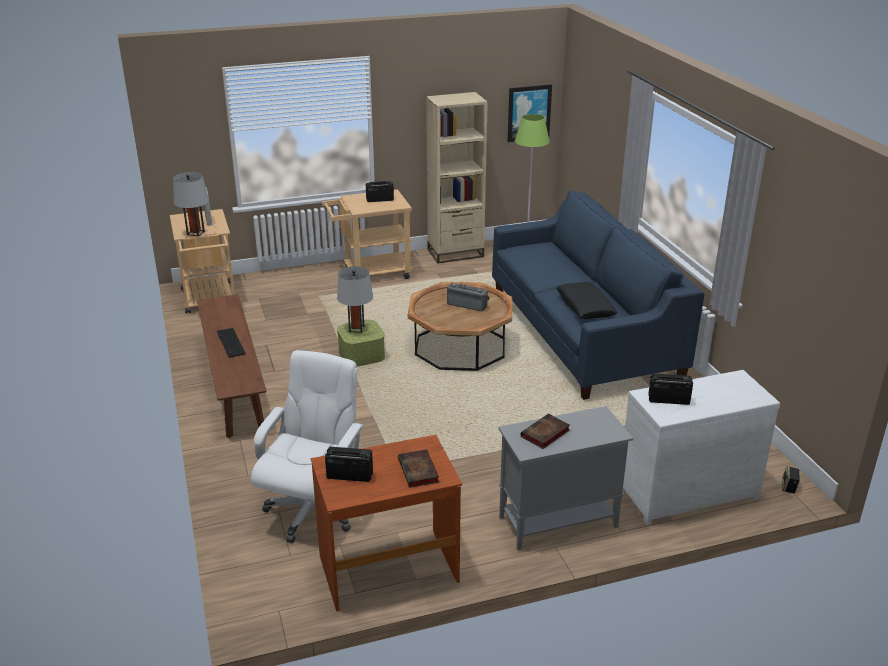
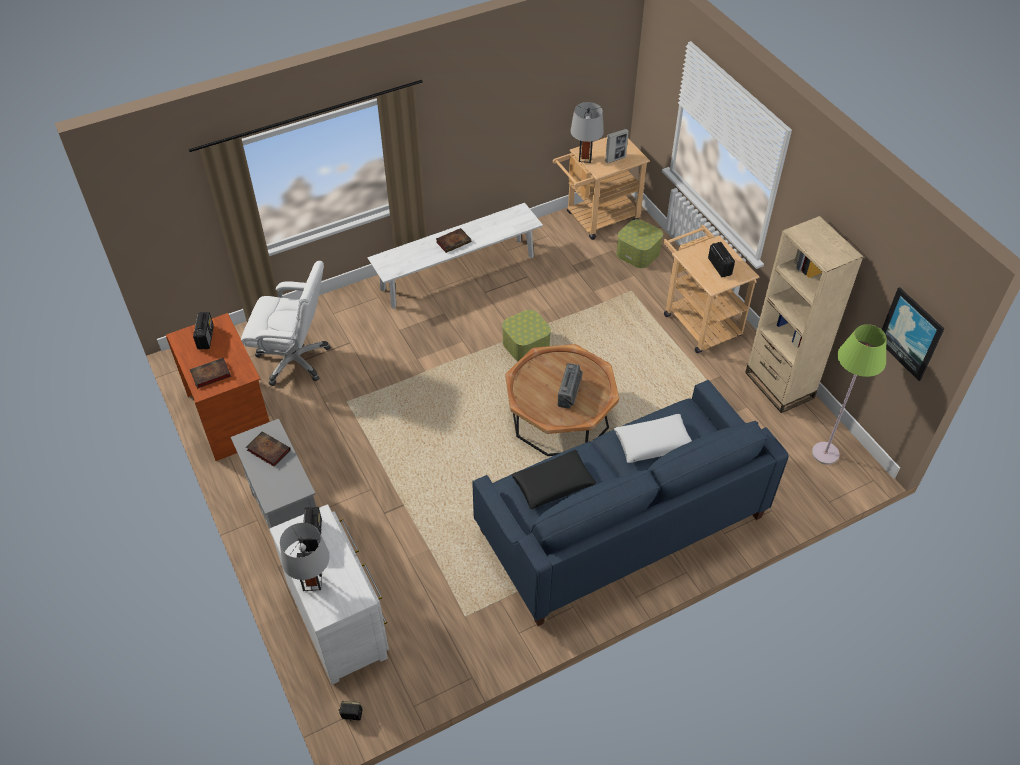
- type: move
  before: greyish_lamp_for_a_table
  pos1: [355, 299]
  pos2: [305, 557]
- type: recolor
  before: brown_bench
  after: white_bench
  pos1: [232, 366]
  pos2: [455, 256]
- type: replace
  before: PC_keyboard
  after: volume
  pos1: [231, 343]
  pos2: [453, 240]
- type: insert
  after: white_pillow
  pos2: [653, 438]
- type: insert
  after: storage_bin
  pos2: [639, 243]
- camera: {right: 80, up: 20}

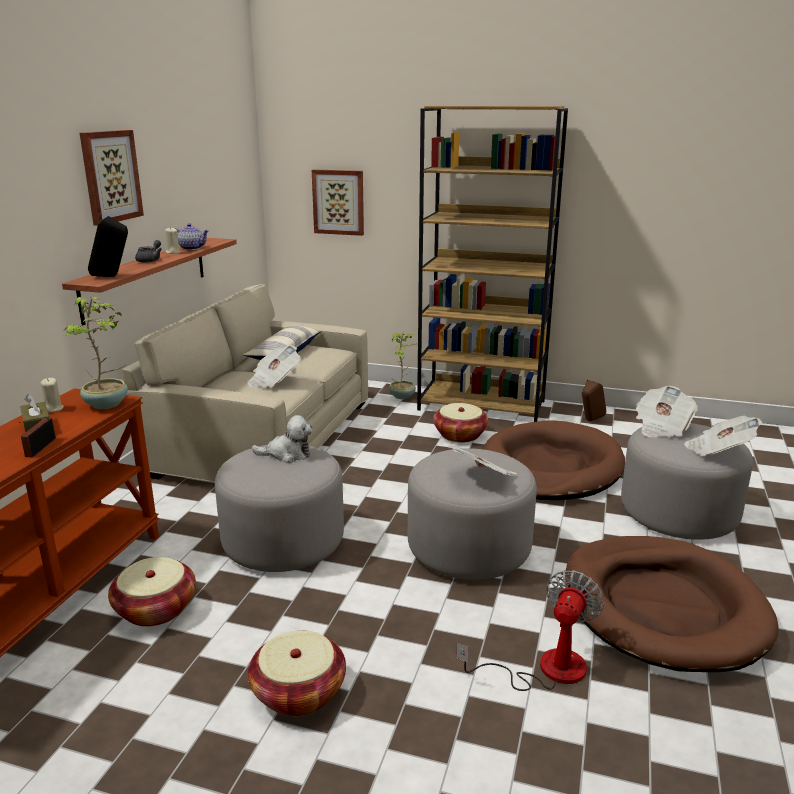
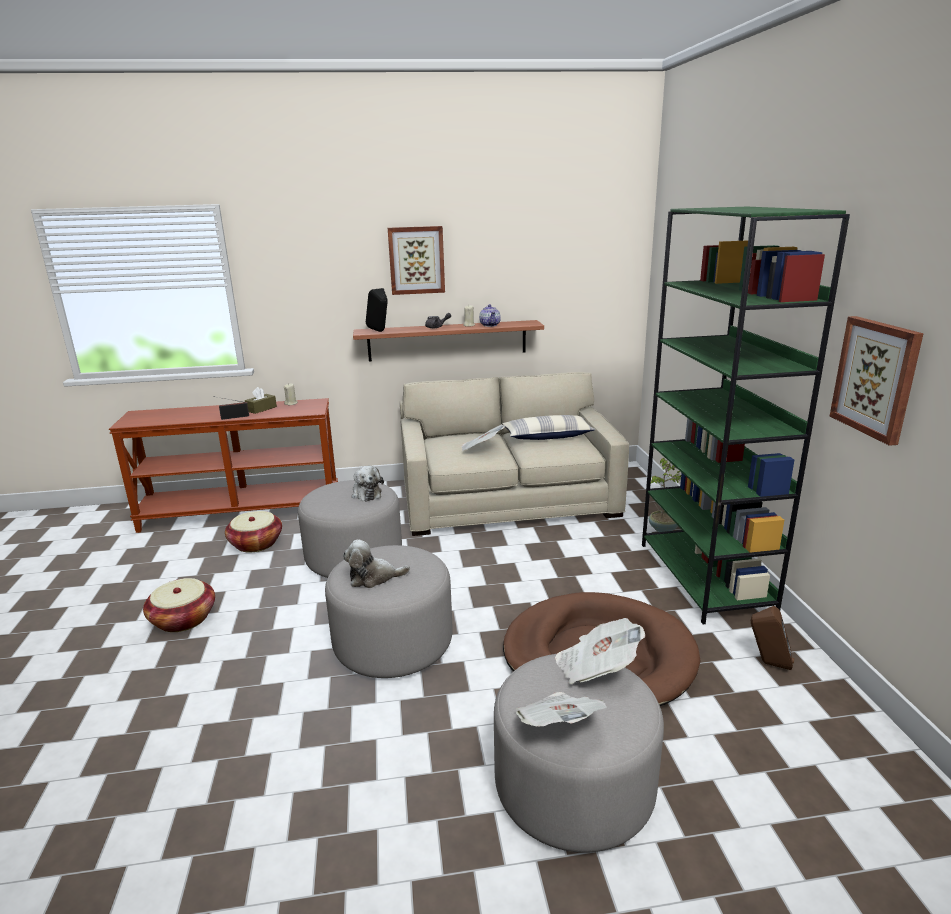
- type: replace
  before: printed_paper
  after: cuddly_toy
  pos1: [482, 461]
  pos2: [376, 564]
- type: recolor
  before: brown_shelving_unit
  after: green_shelving_unit
  pos1: [492, 264]
  pos2: [746, 415]
- type: move
  before: wall_art
  pos1: [338, 202]
  pos2: [877, 381]
- type: delete
  before: potted_plant
  pos1: [96, 353]
- type: delete
  before: basket
  pos1: [460, 423]
- type: delete
  before: fan
  pos1: [530, 630]
- type: delete
  before: brown_dog_bed
  pos1: [672, 604]
- camera: {right: 65, up: 0}

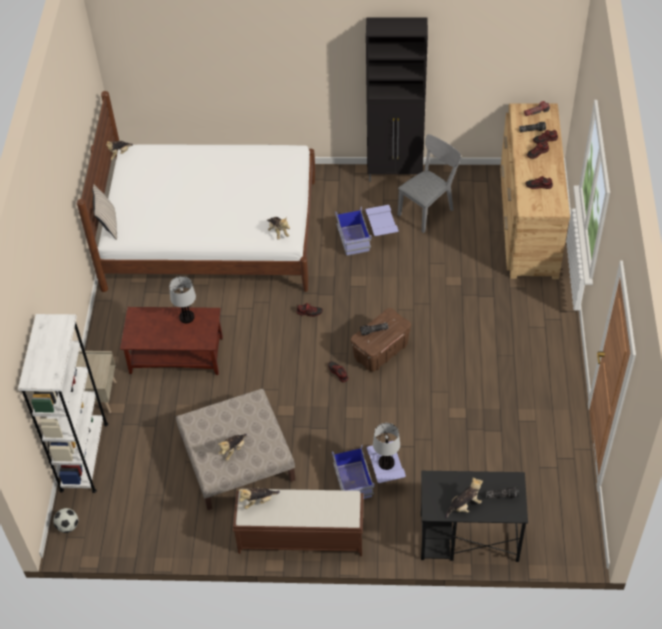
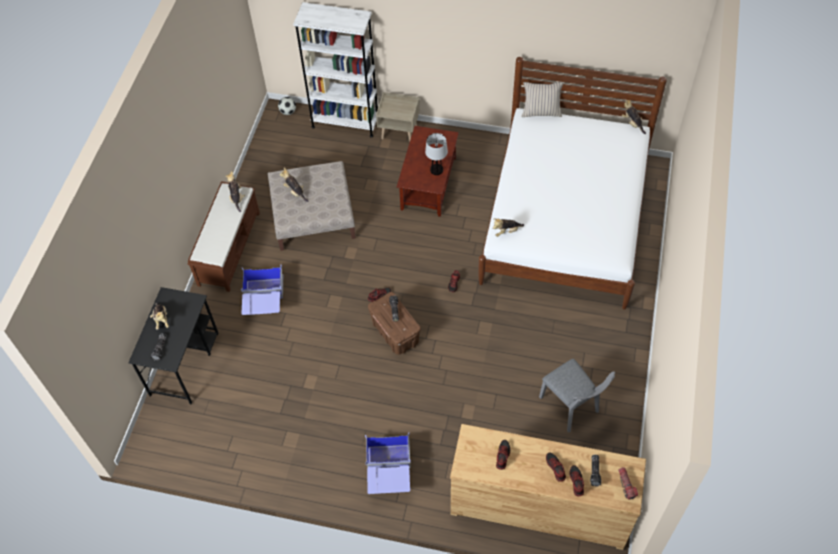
- type: move
  before: blue_storage_bin
  pos1: [367, 230]
  pos2: [388, 463]
- type: delete
  before: black_storage_cabinet
  pos1: [397, 99]
- type: delete
  before: lamp_for_a_table
  pos1: [386, 446]
- camera: {right: 100, up: 5}

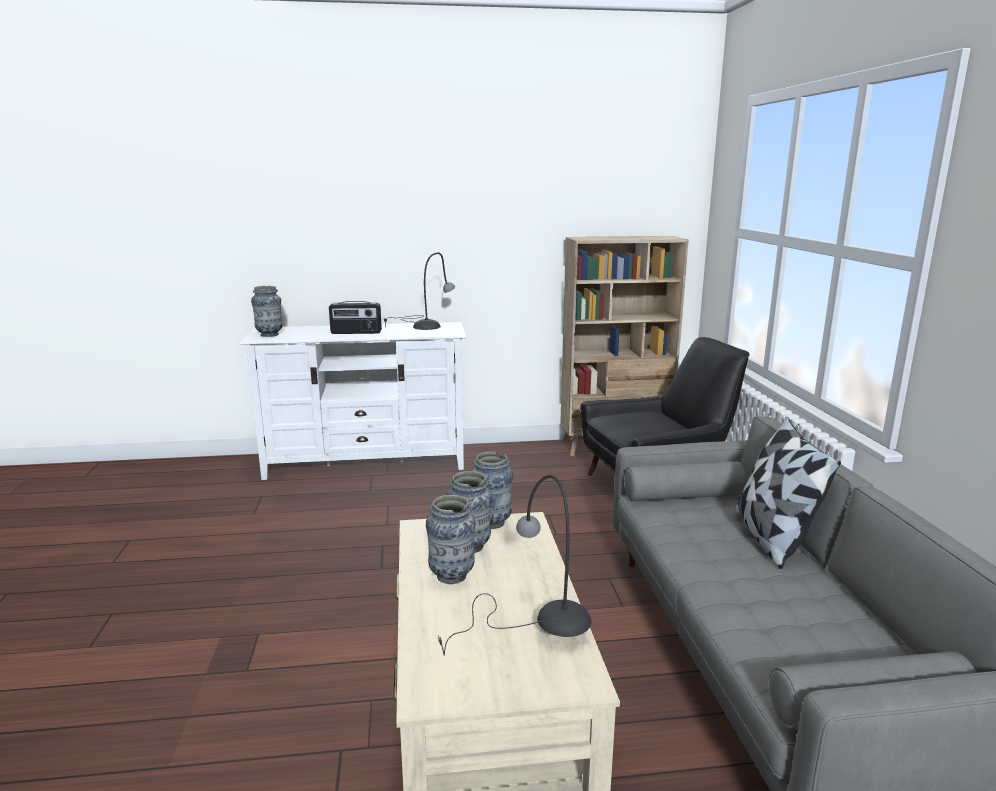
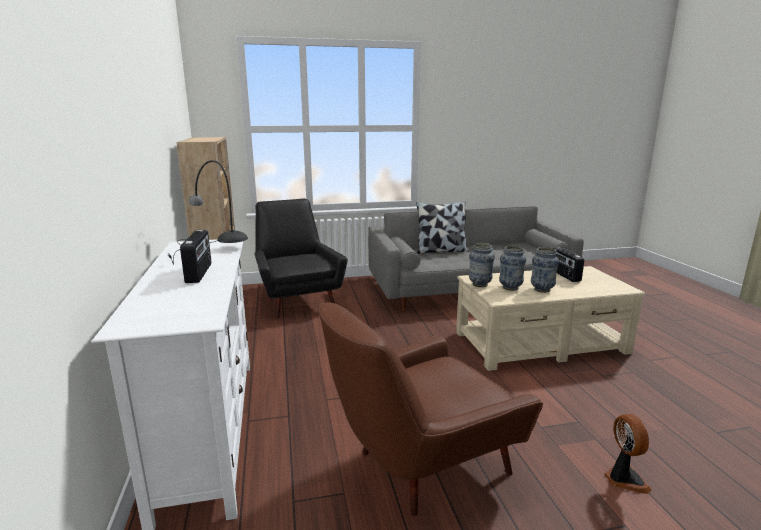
- type: insert
  after: brown_easy_chair
  pos2: [430, 409]
- type: replace
  before: greyish_lamp_for_a_table
  after: radio
  pos1: [515, 565]
  pos2: [568, 264]
- type: insert
  after: fan
  pos2: [628, 454]
- type: delete
  before: vase
  pos1: [267, 311]
- camera: {right: -95, up: 0}

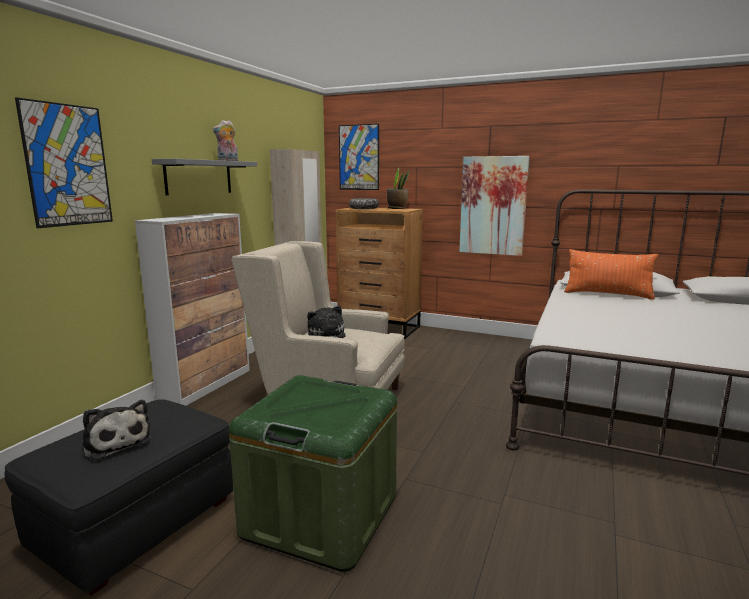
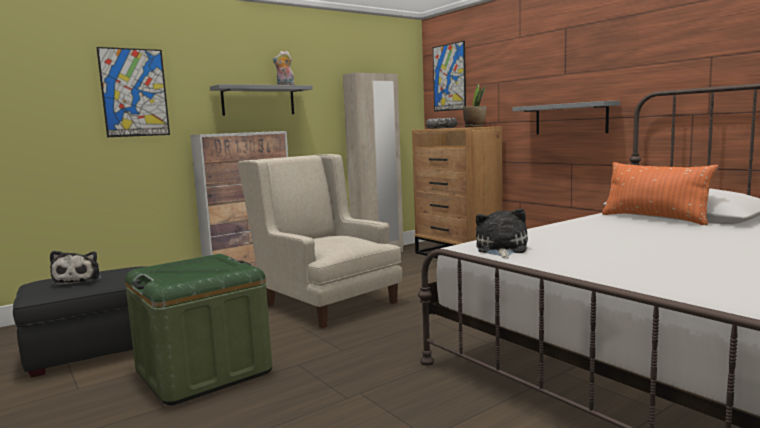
- type: move
  before: cuddly_toy
  pos1: [326, 322]
  pos2: [502, 234]
- type: replace
  before: wall_art
  after: greyish_wall_shelf
  pos1: [494, 206]
  pos2: [566, 117]
- camera: {right: 30, up: -5}

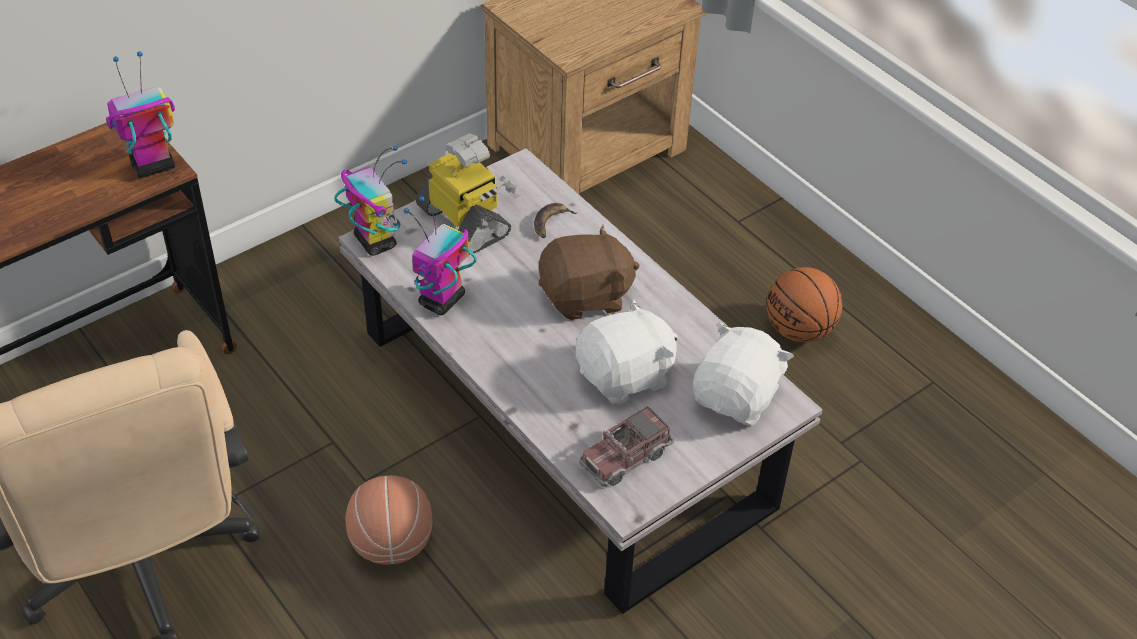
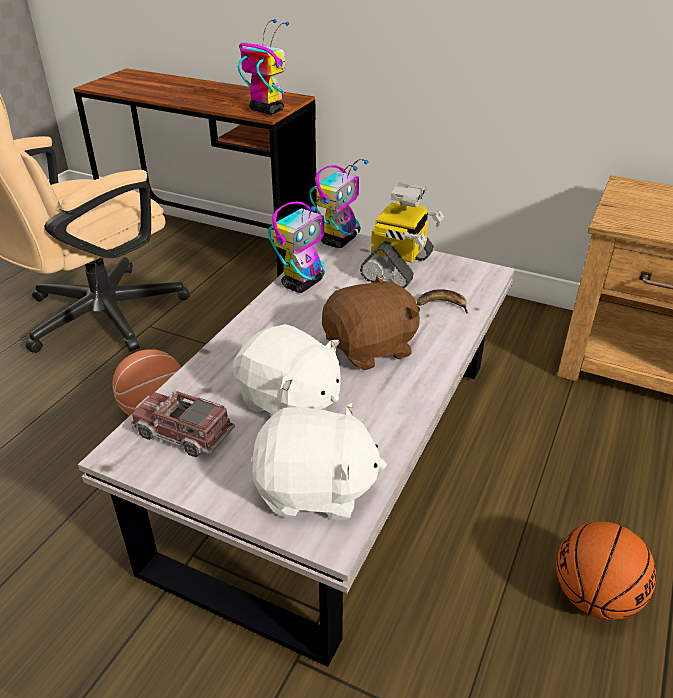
- type: rotate
  before: toy_robot
  pos1: [439, 255]
  pos2: [299, 245]
  turn: 120
- type: rotate
  before: brown_cuddly_toy
  pos1: [589, 272]
  pos2: [371, 323]
  turn: -75
- camera: {right: 65, up: -10}

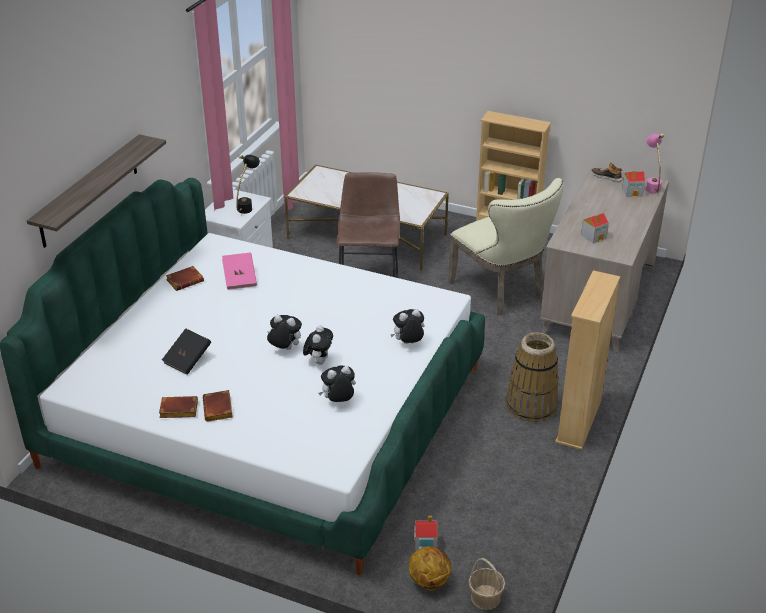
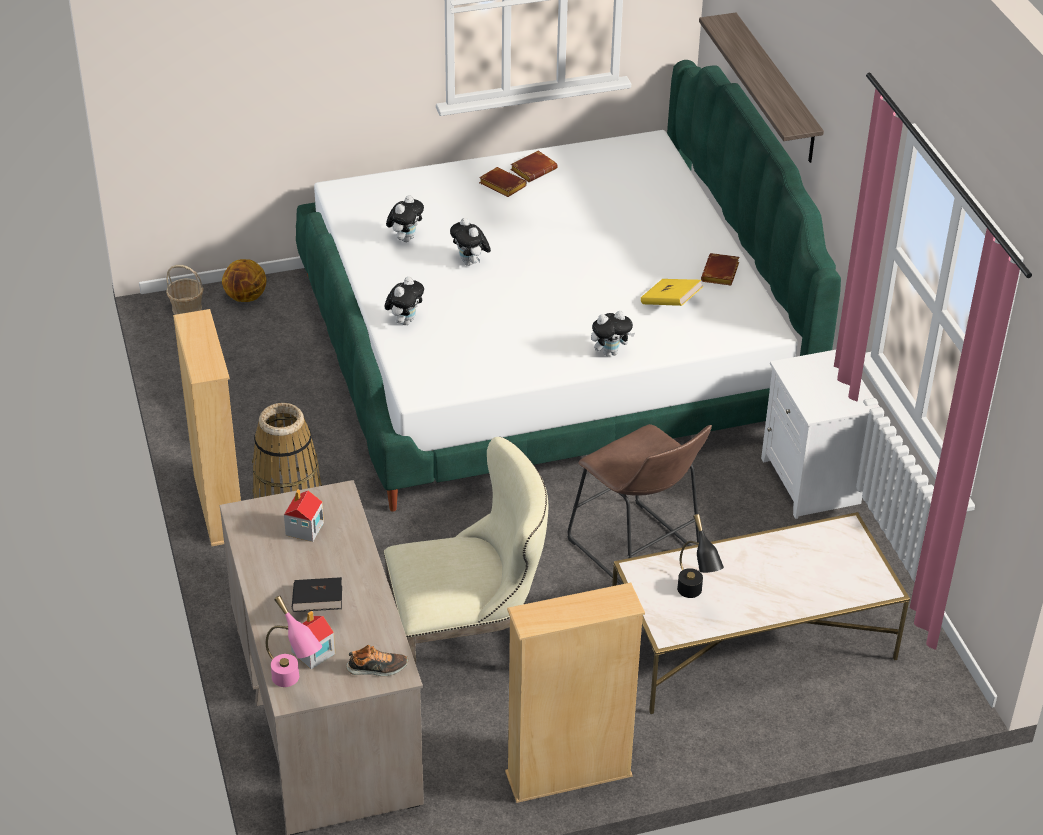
- type: move
  before: black_volume
  pos1: [186, 351]
  pos2: [317, 594]
- type: rotate
  before: beige-coloured_chair
  pos1: [505, 246]
  pos2: [466, 550]
  turn: 150
- type: move
  before: cuddly_toy
  pos1: [284, 332]
  pos2: [613, 333]
- type: recolor
  before: pinkish_volume
  after: yellow_volume
  pos1: [239, 271]
  pos2: [672, 292]
- type: move
  before: black_lamp_for_a_table
  pos1: [248, 184]
  pos2: [700, 556]
- type: delete
  before: model_house
  pos1: [425, 534]
- camera: {right: 140, up: 5}

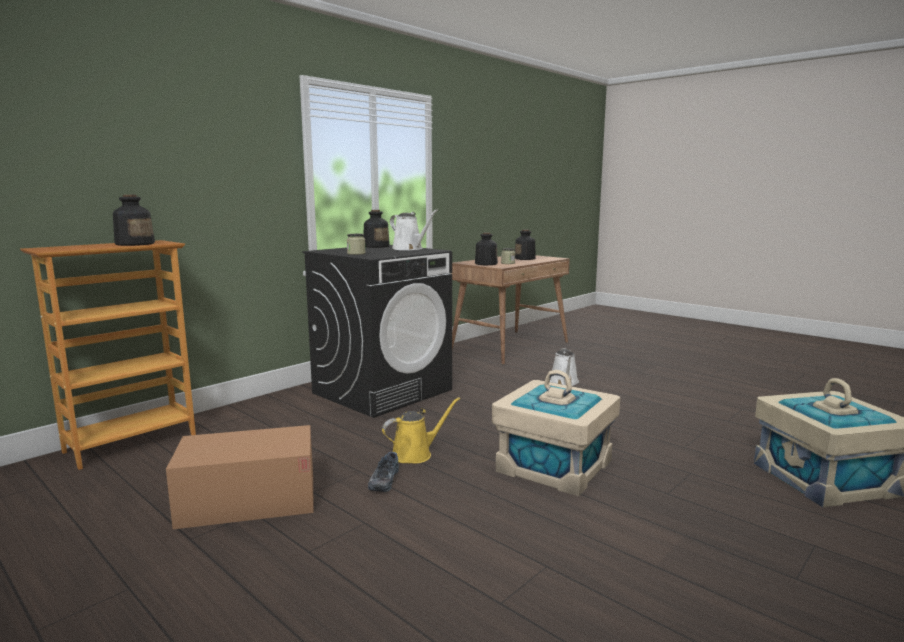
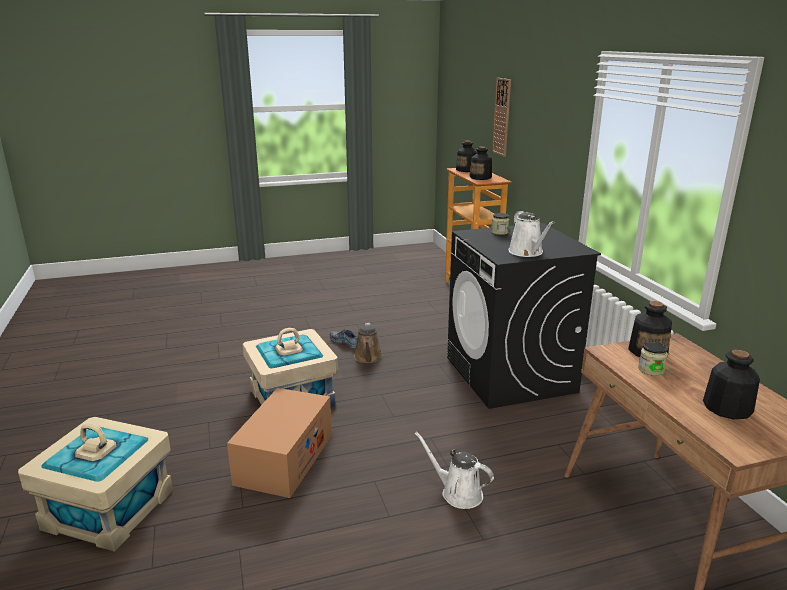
- type: move
  before: carton
  pos1: [240, 477]
  pos2: [279, 443]
- type: recolor
  before: yellow_watering_can
  after: brown_watering_can
  pos1: [421, 430]
  pos2: [368, 343]
- type: move
  before: bottle
  pos1: [377, 229]
  pos2: [466, 156]
- type: insert
  after: clock_on_the_wall
  pos2: [501, 117]
- type: rotate
  before: white_watering_can
  pos1: [414, 229]
  pos2: [532, 234]
  turn: -90
- camera: {right: 120, up: 10}

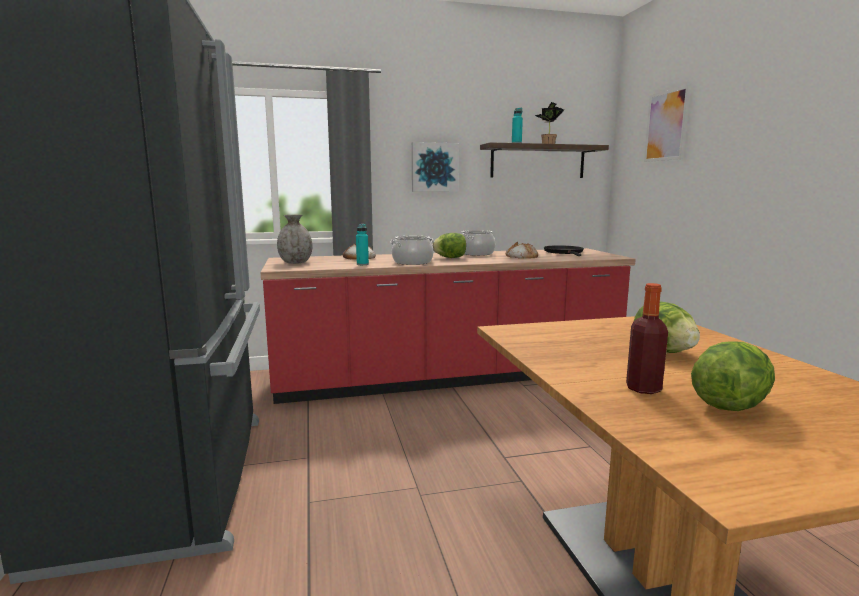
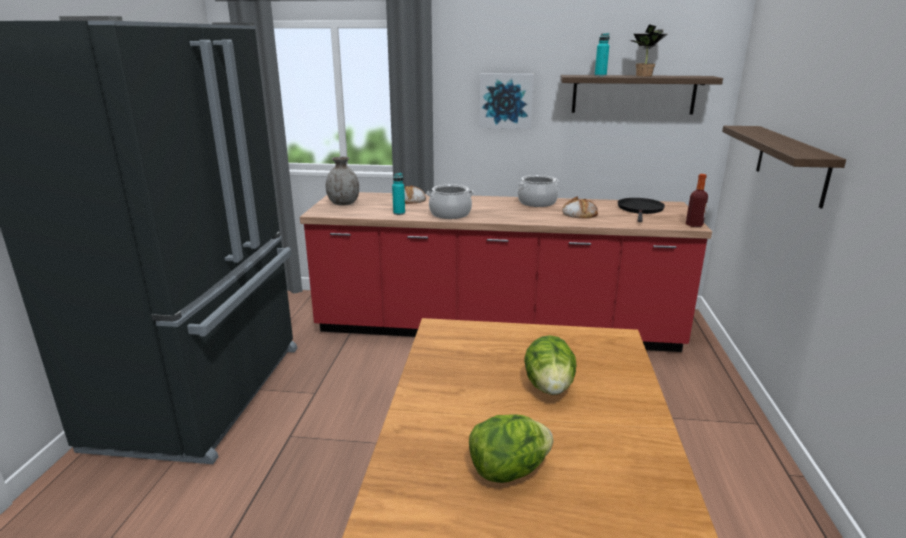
- type: move
  before: bottle
  pos1: [647, 338]
  pos2: [697, 200]
- type: insert
  after: wall_shelf
  pos2: [784, 167]
- type: delete
  before: lettuce
  pos1: [449, 245]
- type: delete
  before: wall_art
  pos1: [667, 123]
- camera: {right: 20, up: 10}

